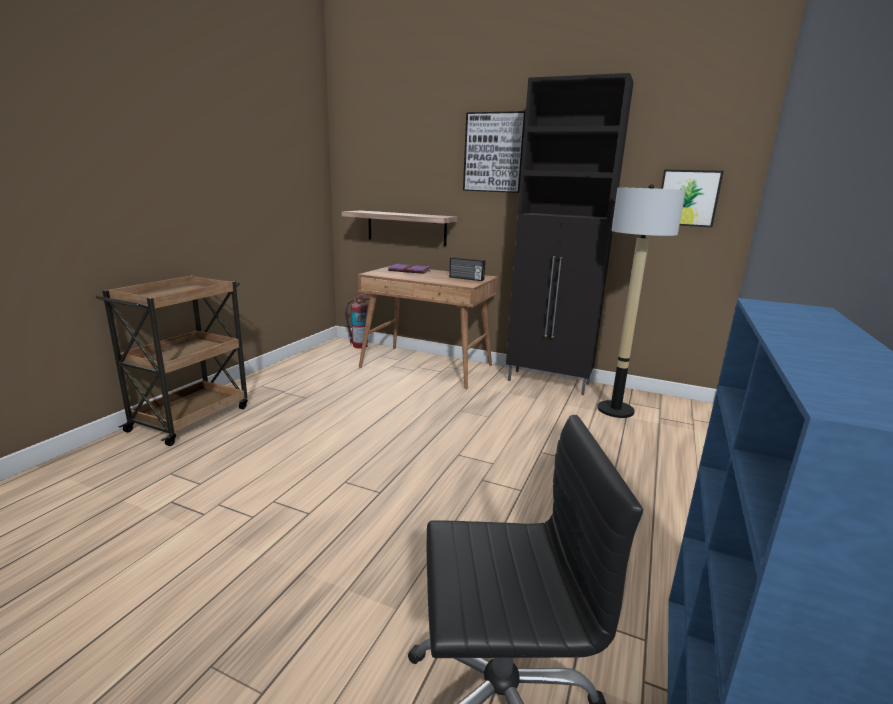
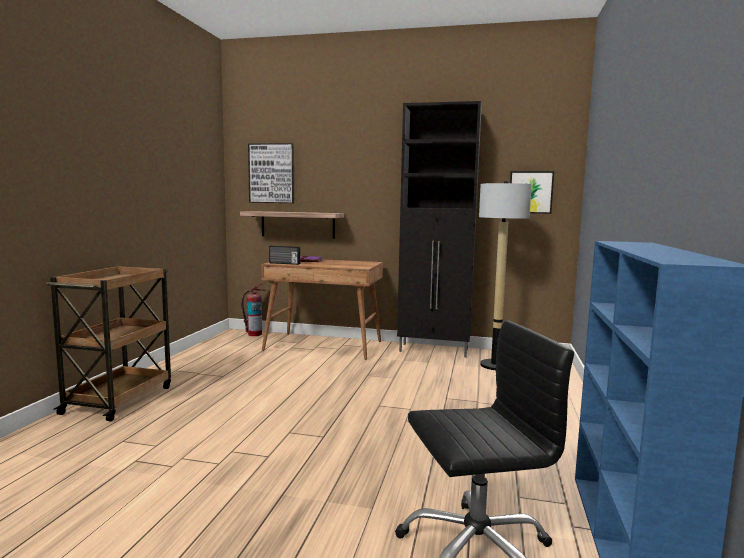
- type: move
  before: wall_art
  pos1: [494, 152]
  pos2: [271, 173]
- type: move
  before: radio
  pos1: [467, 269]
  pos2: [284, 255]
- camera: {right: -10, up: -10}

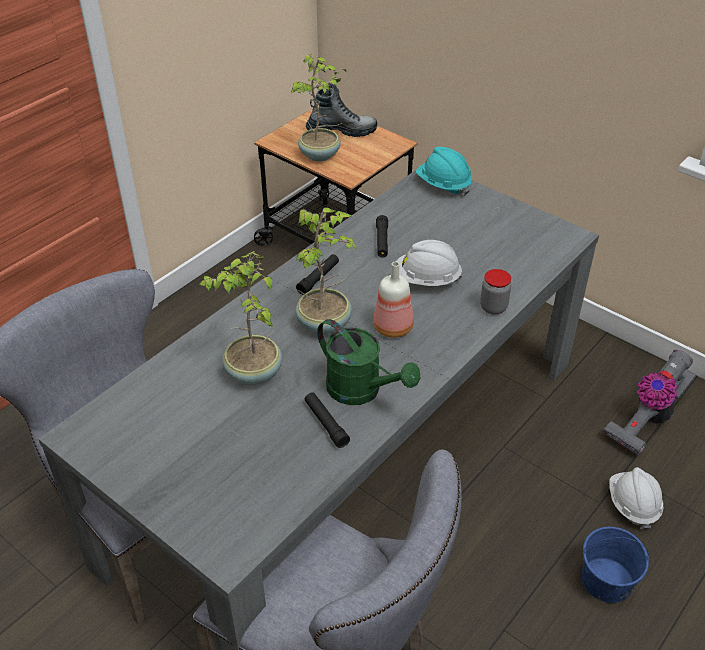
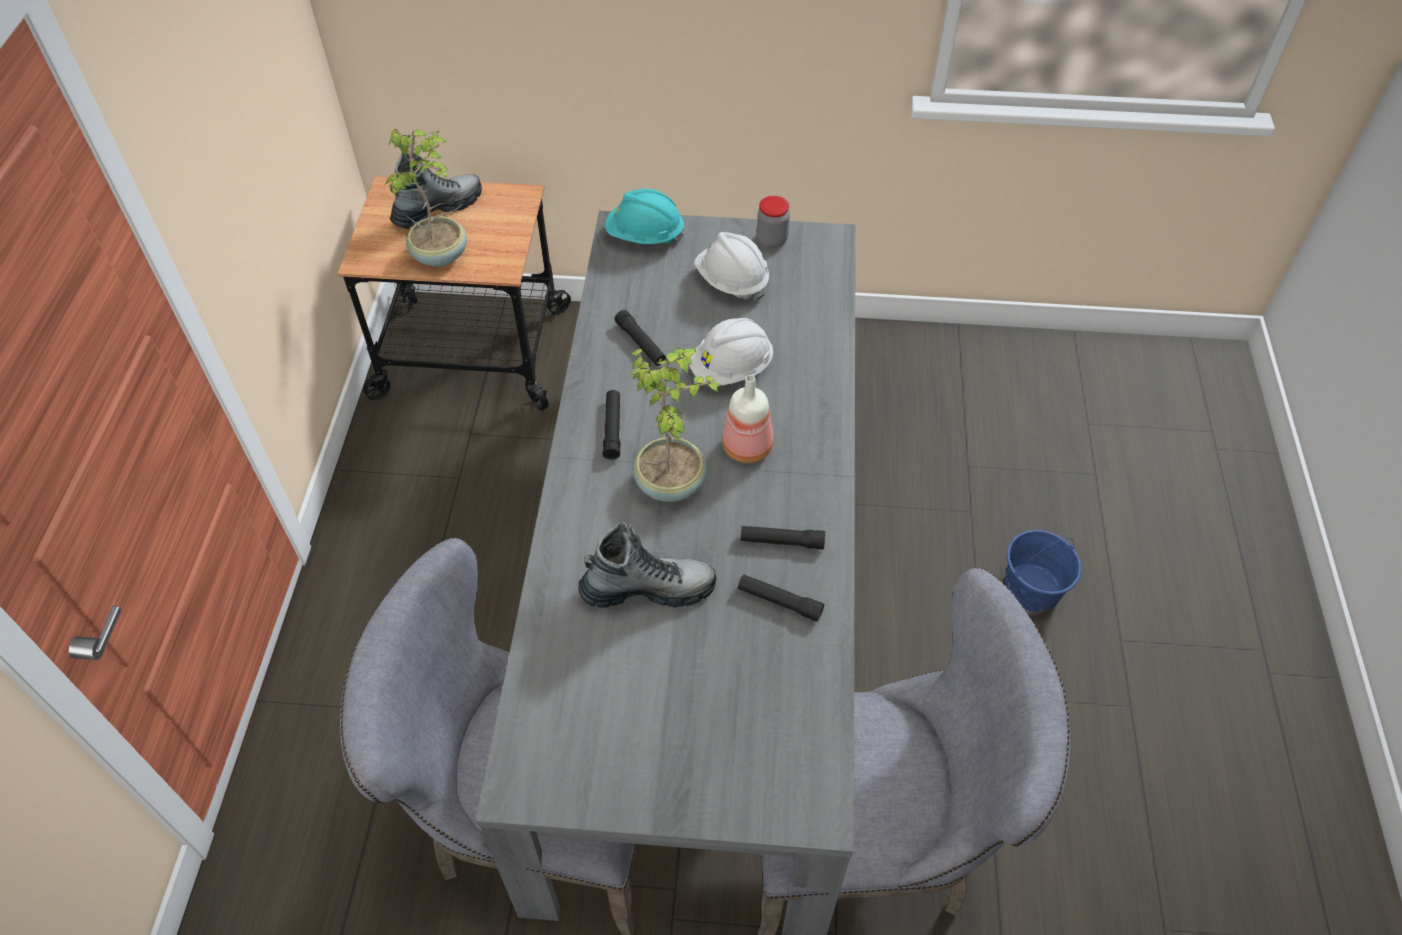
- type: replace
  before: potted_plant
  after: high-top_boot
  pos1: [240, 318]
  pos2: [647, 565]
- type: move
  before: white_safety_helmet
  pos1: [636, 498]
  pos2: [731, 266]
- type: replace
  before: green_watering_can
  after: black_flashlight
  pos1: [368, 362]
  pos2: [782, 538]
- type: move
  before: jar
  pos1: [495, 292]
  pos2: [773, 222]
- type: delete
  before: vacuum_cleaner
  pos1: [649, 403]
- camera: {right: -35, up: 10}

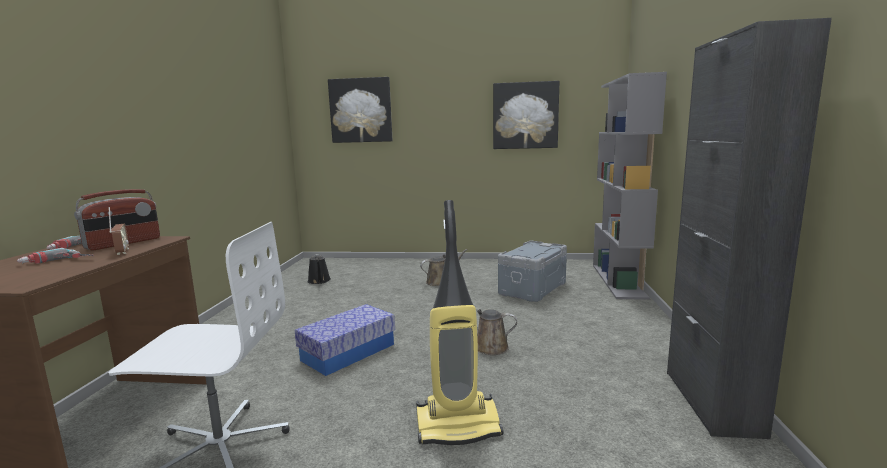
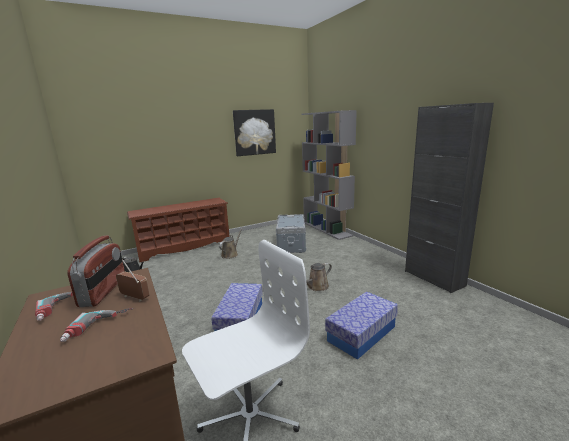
- type: insert
  after: brown_shoe_stand
  pos2: [178, 230]
- type: replace
  before: vacuum_cleaner
  after: storage_bin
  pos1: [460, 322]
  pos2: [361, 325]
- type: delete
  before: wall_art
  pos1: [360, 110]
- camera: {right: -35, up: 5}

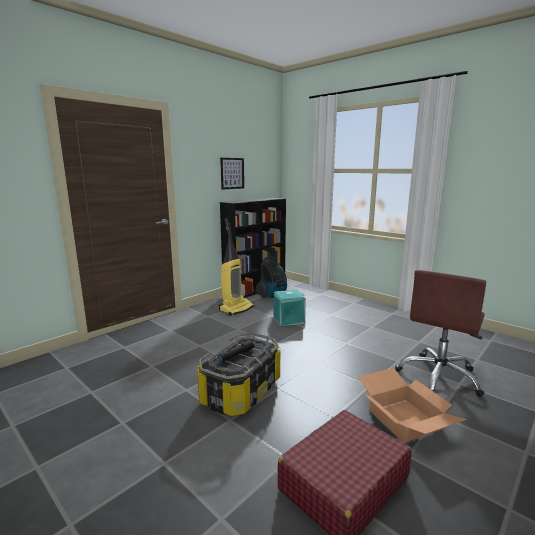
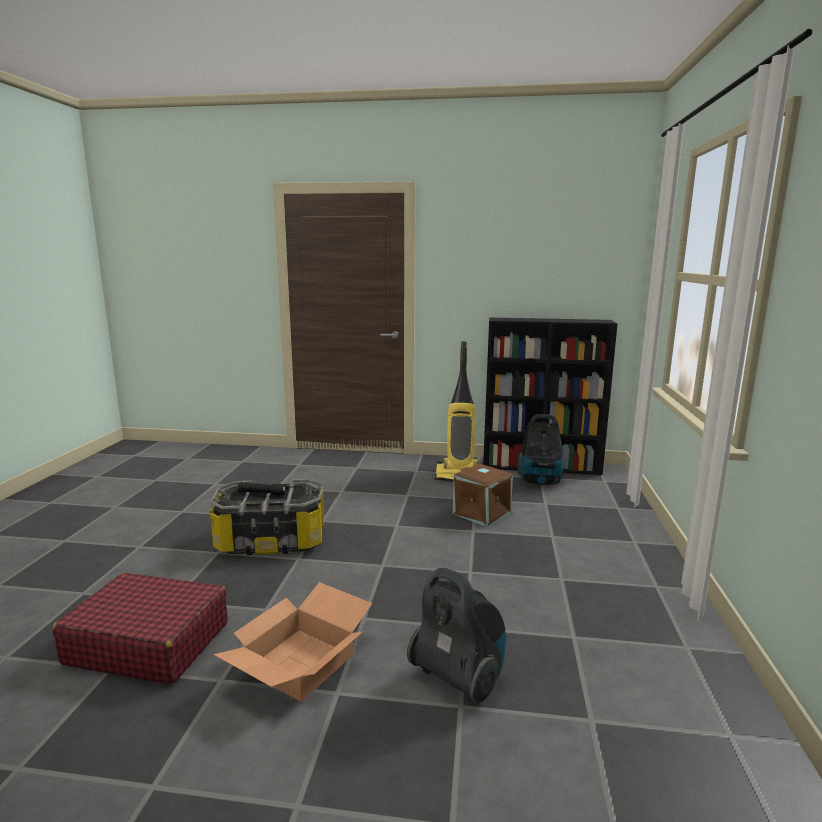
- type: replace
  before: brown_desk_chair
  after: vacuum_cleaner
  pos1: [440, 333]
  pos2: [456, 636]
- type: recolor
  before: blue-green_storage_bin
  after: brown_storage_bin
  pos1: [290, 308]
  pos2: [483, 495]
- type: delete
  before: wall_art
  pos1: [232, 174]
- camera: {right: 55, up: 0}

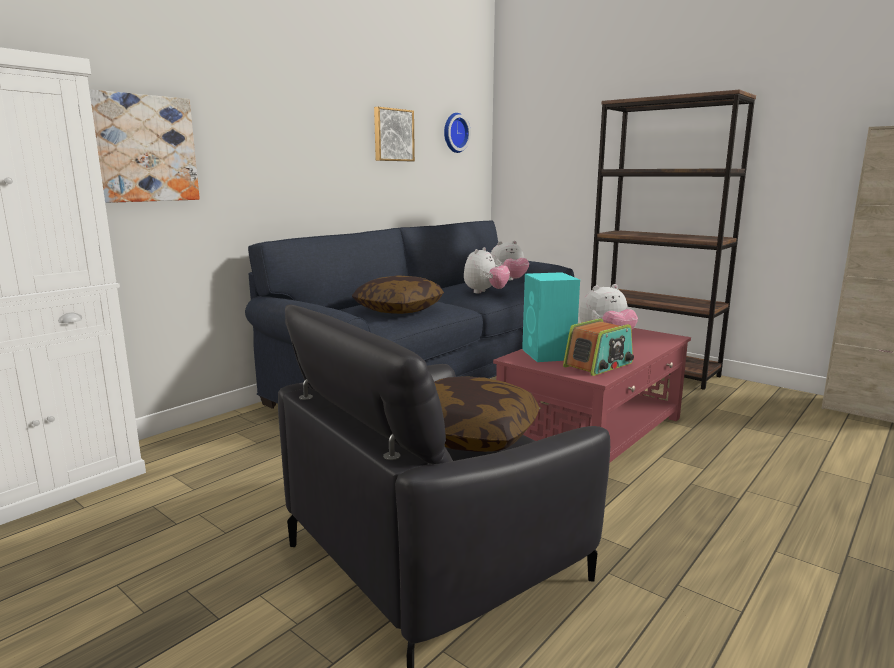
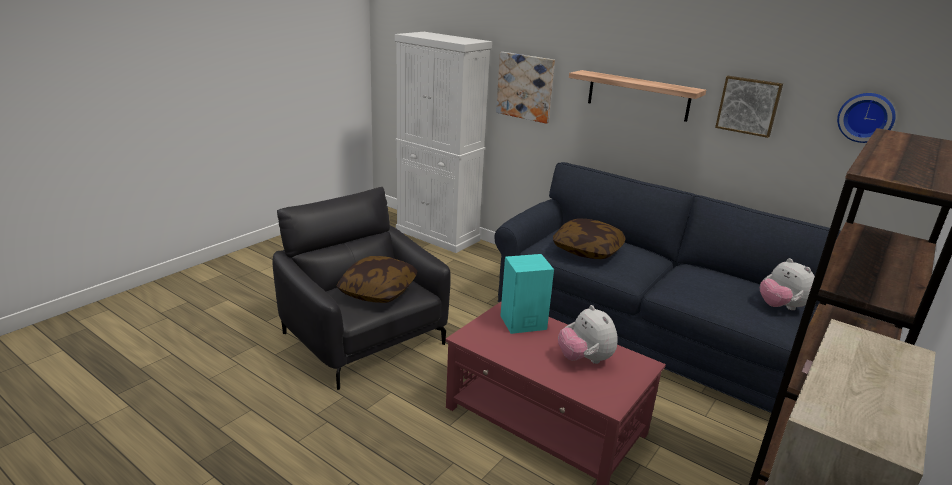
- type: insert
  after: wall_shelf
  pos2: [637, 96]
- type: delete
  before: cuddly_toy
  pos1: [487, 270]
- type: delete
  before: radio
  pos1: [598, 347]
- camera: {right: 85, up: 10}

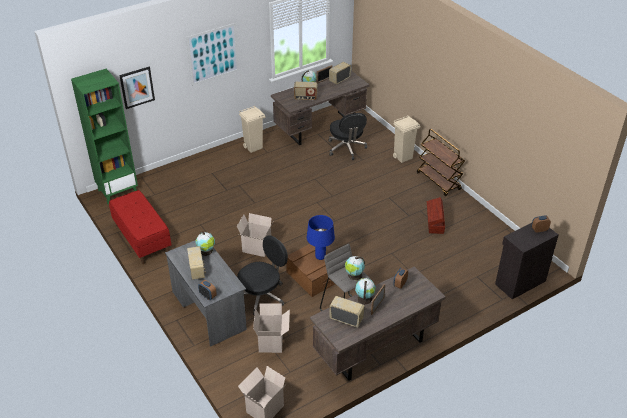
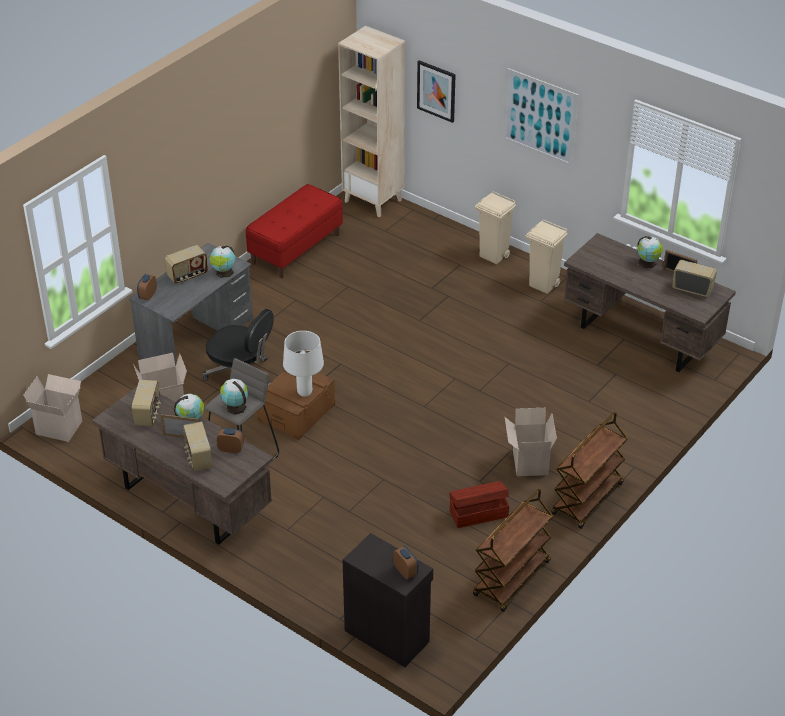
- type: move
  before: radio
  pos1: [305, 91]
  pos2: [197, 446]
- type: recolor
  before: blue_lamp_for_a_table
  after: white_lamp_for_a_table
  pos1: [321, 237]
  pos2: [303, 364]
- type: recolor
  before: green_shelving_unit
  after: beige-coloured_shelving_unit
  pos1: [104, 136]
  pos2: [371, 121]
- type: insert
  after: brown_trolley
  pos2: [513, 550]
- type: move
  before: beige-coloured_rubbish_bin
  pos1: [407, 139]
  pos2: [495, 227]
- type: move
  before: carton
  pos1: [255, 235]
  pos2: [531, 442]
- type: delete
  before: black_desk_chair
  pos1: [347, 136]
- camera: {right: 70, up: 0}

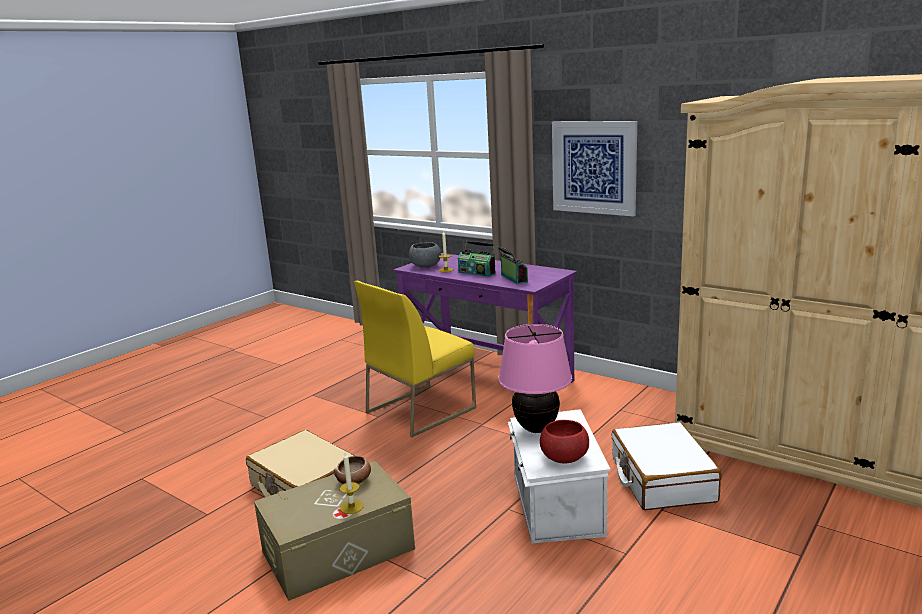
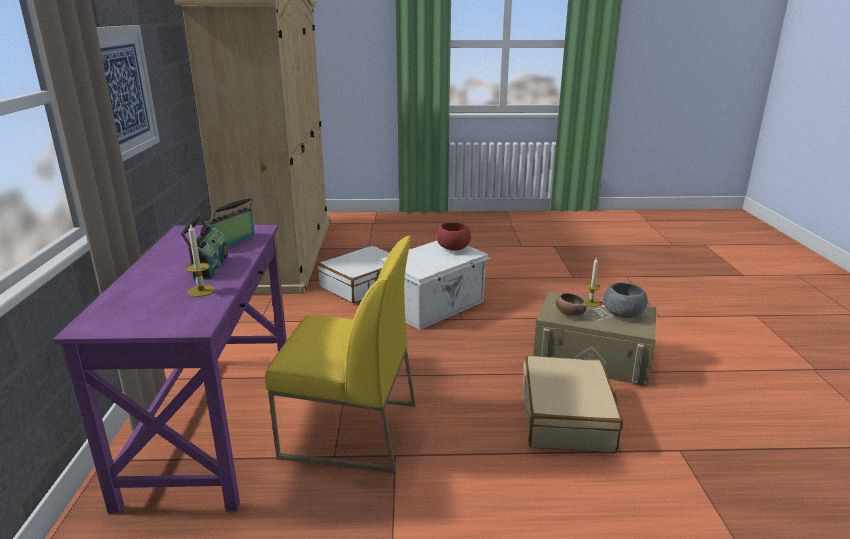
- type: move
  before: greyish_deep_dish
  pos1: [425, 255]
  pos2: [626, 300]
- type: delete
  before: pinkish_lamp_for_a_table
  pos1: [535, 378]
- camera: {right: -130, up: 5}

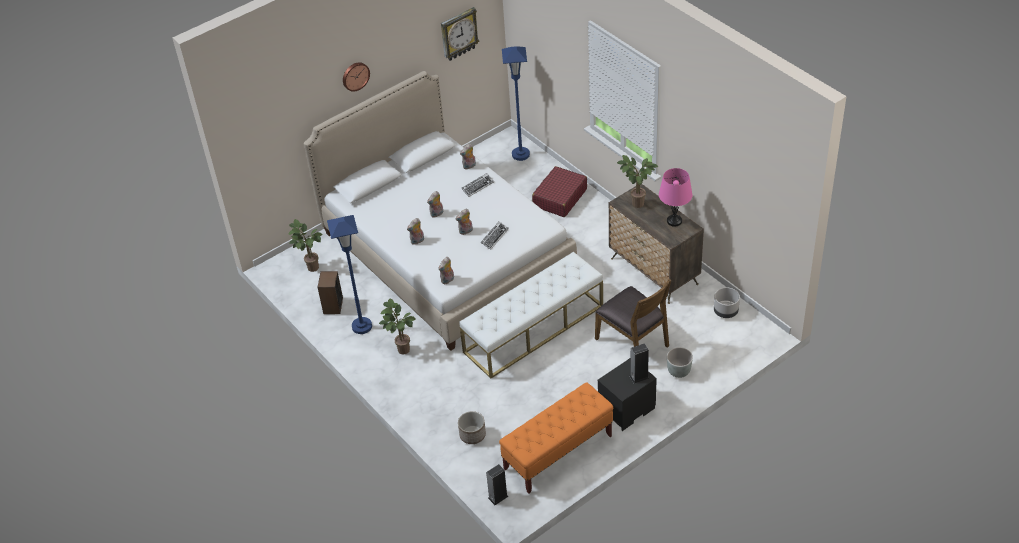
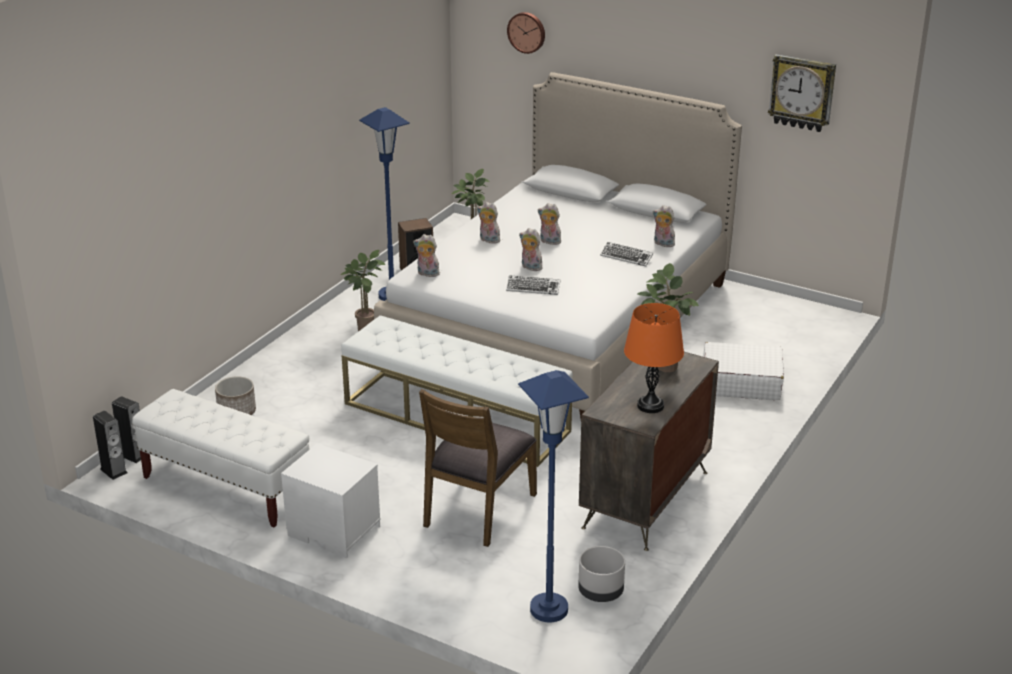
- type: move
  before: audio_speaker
  pos1: [639, 363]
  pos2: [110, 445]
- type: recolor
  before: orangey_bench
  after: white_bench
  pos1: [556, 438]
  pos2: [221, 458]
- type: recolor
  before: black_bedside_table
  after: white_bedside_table
  pos1: [627, 394]
  pos2: [331, 500]
- type: move
  before: clock_on_the_wall
  pos1: [356, 77]
  pos2: [526, 33]
- type: move
  before: blue_standing_lamp
  pos1: [516, 103]
  pos2: [553, 496]
- type: recolor
  before: pinkish_lamp_for_a_table
  after: orangey_lamp_for_a_table
  pos1: [676, 197]
  pos2: [654, 358]
- type: recolor
  before: red-coloured_travel_case
  after: white_travel_case
  pos1: [559, 191]
  pos2: [743, 371]
- type: delete
  before: greyish_plant_pot
  pos1: [680, 362]
- camera: {right: 65, up: -15}

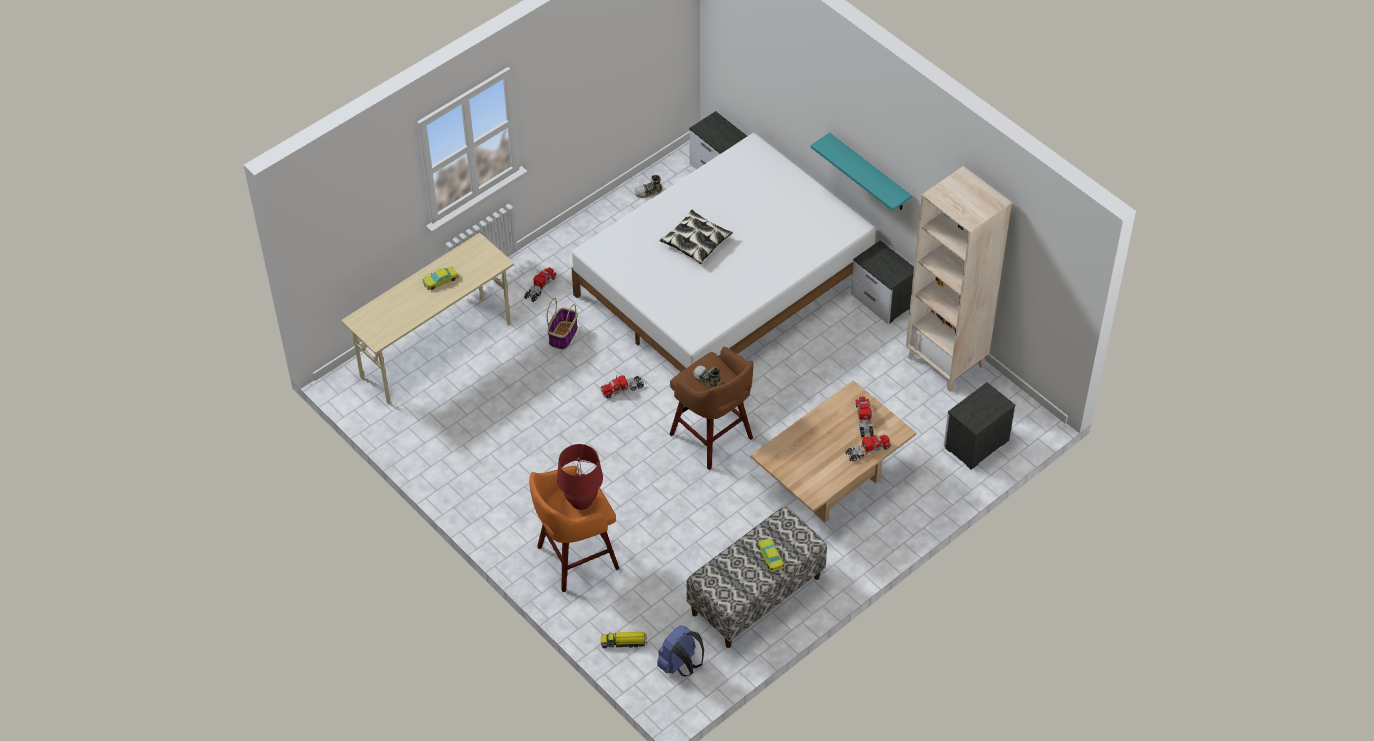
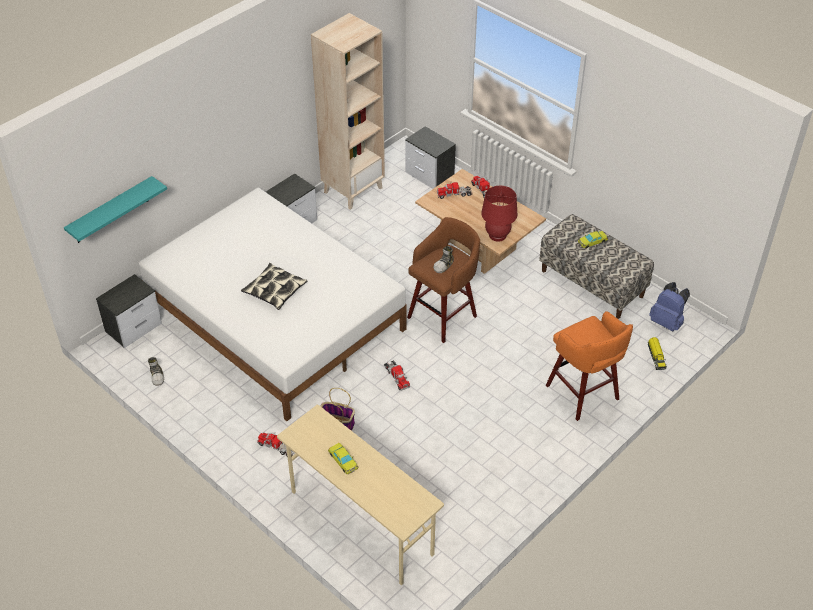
- type: move
  before: blue-green_wall_shelf
  pos1: [861, 172]
  pos2: [115, 209]
- type: move
  before: red-coloured_lamp_for_a_table
  pos1: [580, 477]
  pos2: [499, 214]
- camera: {right: -95, up: -5}

